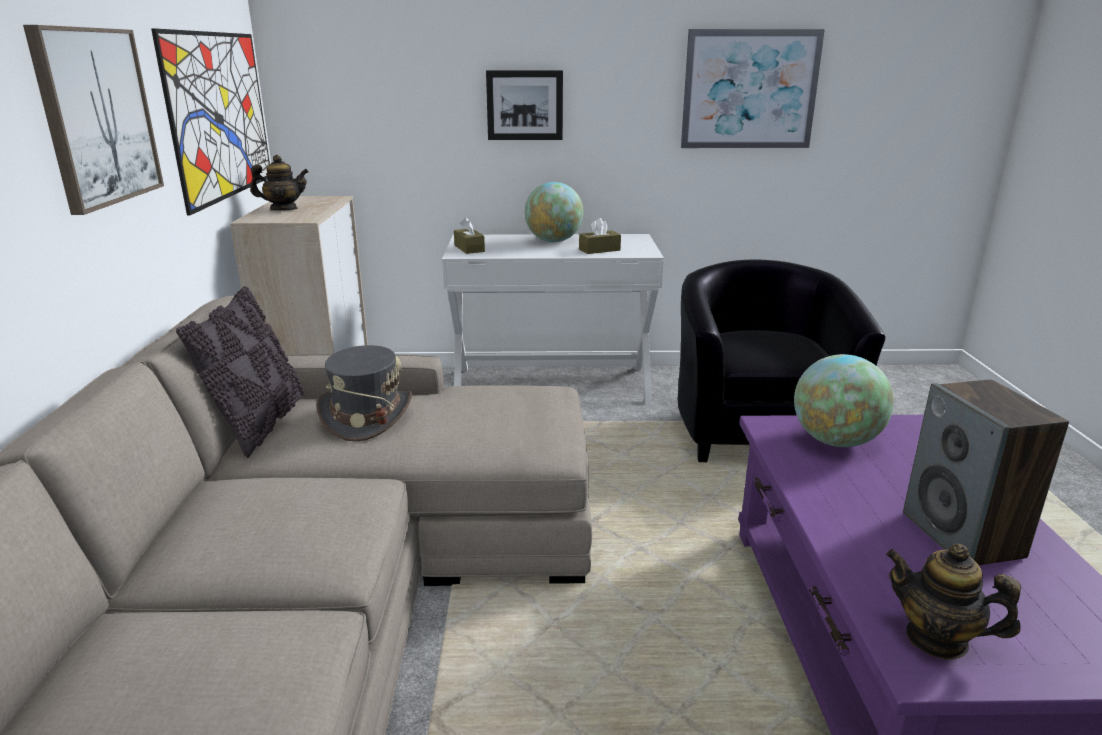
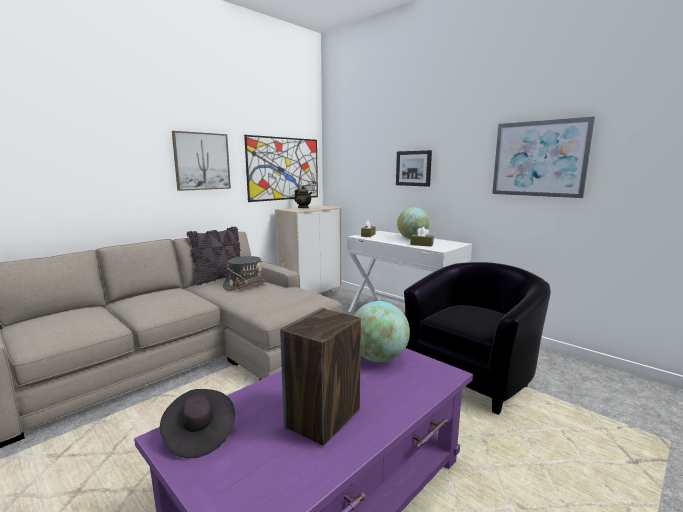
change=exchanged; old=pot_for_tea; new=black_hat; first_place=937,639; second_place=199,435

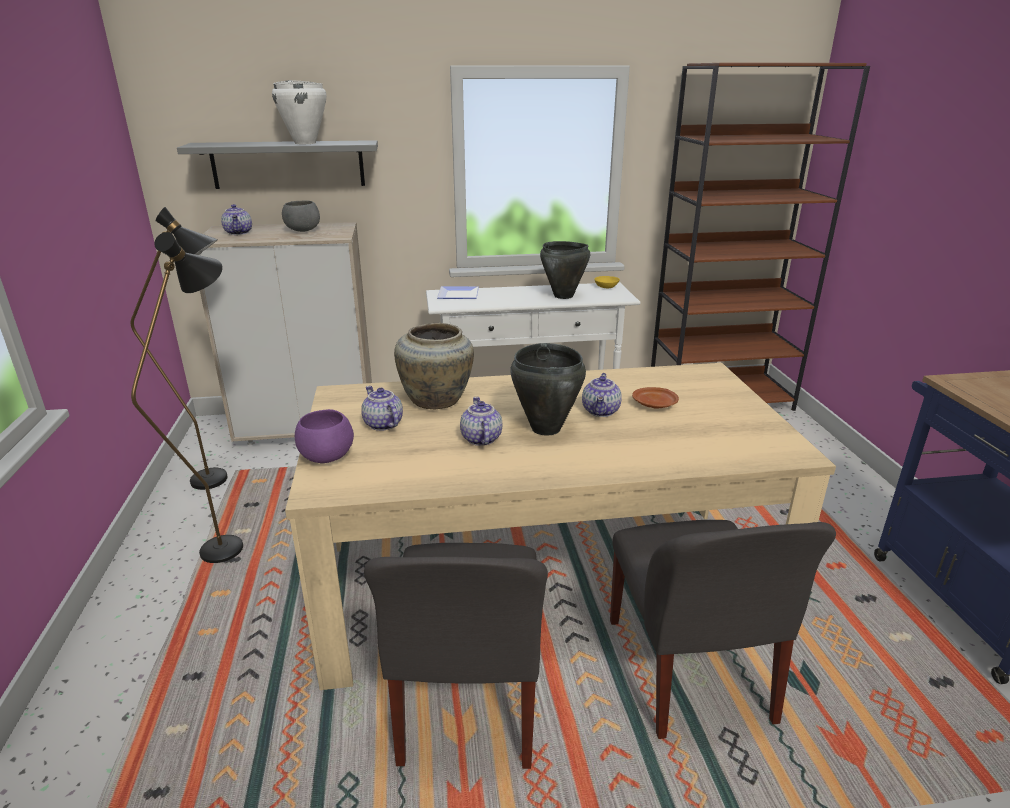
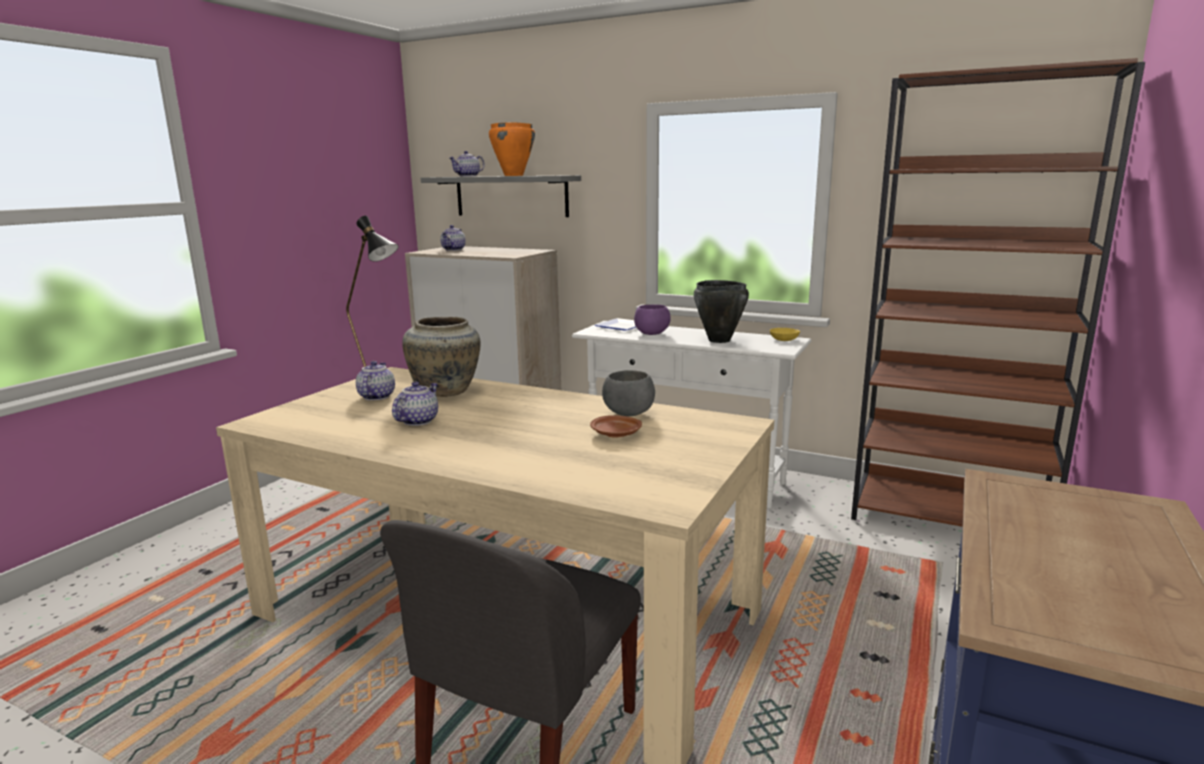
change=relocated; old=pot_for_tea; first_place=601,411; second_place=468,176
change=colour; old=white_cooking_pot; new=orangey_cooking_pot; first_place=305,143; second_place=514,175
change=relocated; old=gray_bowl; first_place=303,231; second_place=629,413
change=relocated; old=purple_bowl; first_place=327,457; second_place=652,334
change=missing; old=black_floor_lamp; first_place=232,541
change=missing; old=gray_plain_chair; first_place=467,701
change=missing; old=black_cooking_pot; first_place=545,428

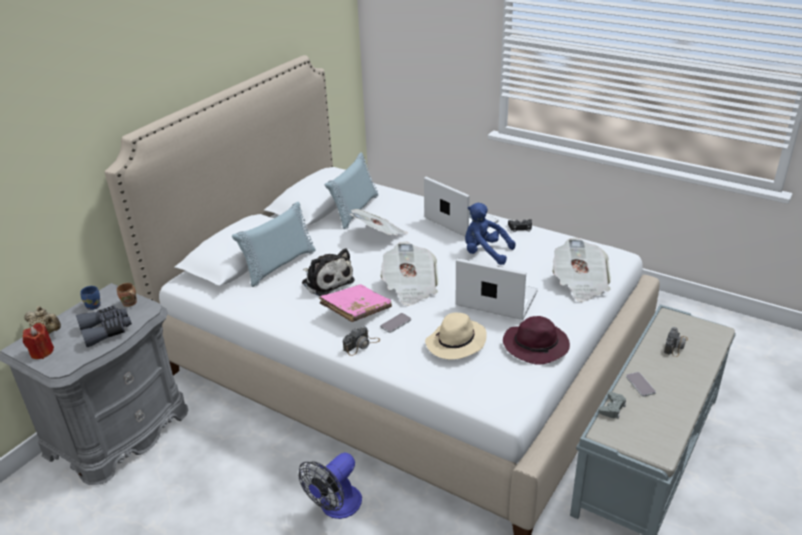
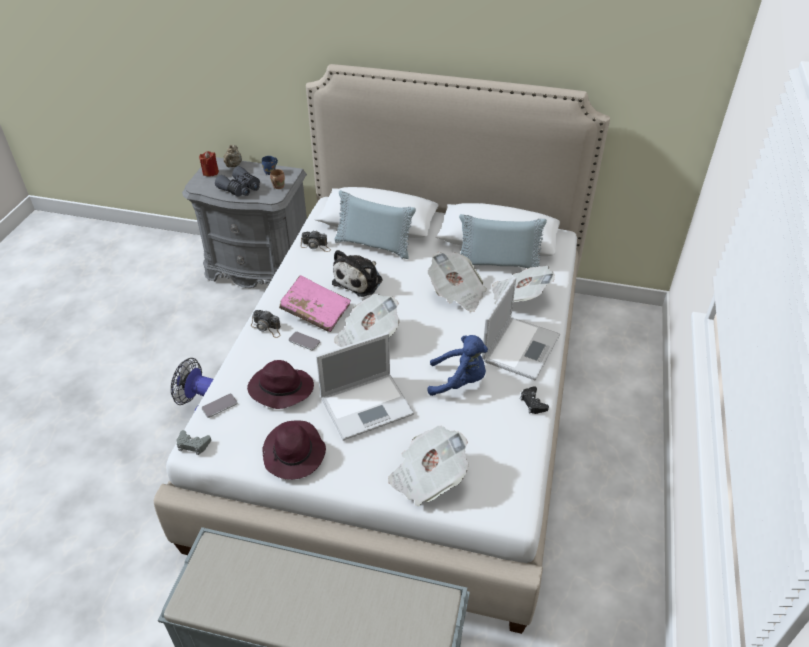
change=relocated; old=gray_game_controller; first_place=612,408; second_place=193,445
change=relocated; old=phone; first_place=640,384; second_place=219,406
change=colour; old=beige-coloured_hat; new=purple_hat; first_place=456,343; second_place=280,389
change=relocated; old=still_camera; first_place=676,345; second_place=316,246
change=spun; old=portable_computer; first_place=495,299; second_place=368,405; degrees=60
change=spun; old=blue_cuddly_toy; first_place=485,253; second_place=459,381; degrees=90
change=appeared; new=printed_paper; second_place=518,297

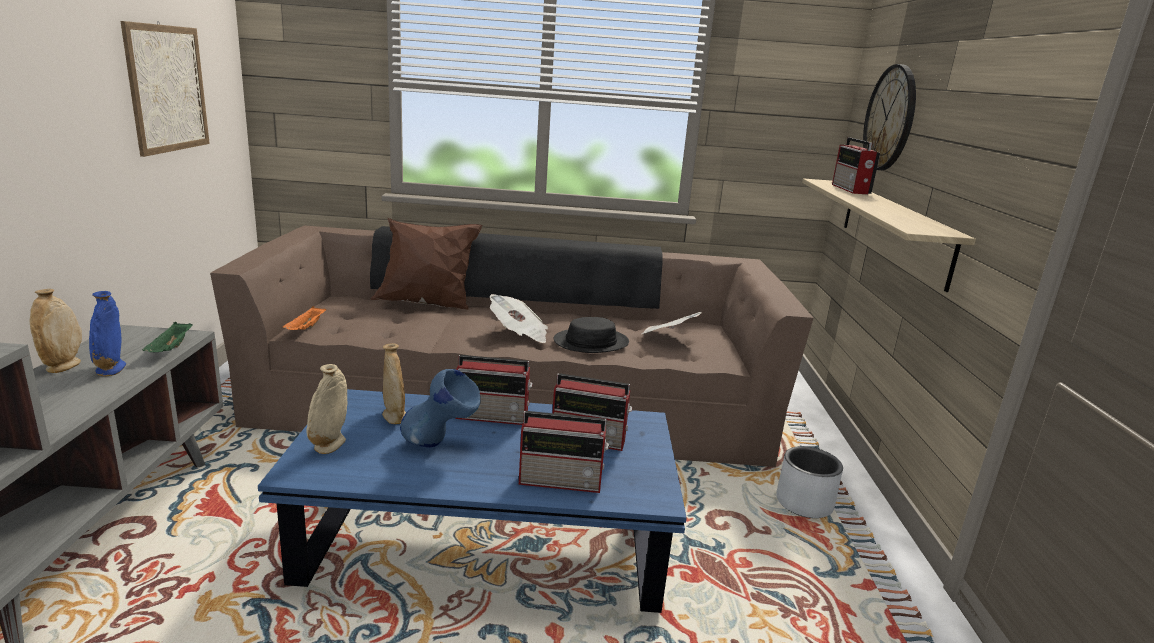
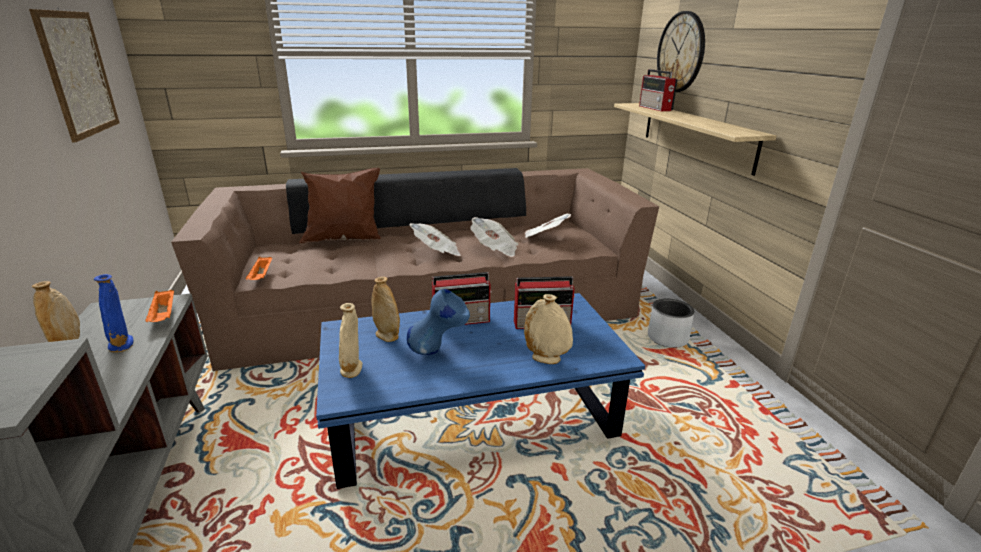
change=colour; old=green-coloured_serving_tray; new=orangey_serving_tray; first_place=171,349; second_place=164,316
change=exchanged; old=black_hat; new=printed_paper; first_place=591,342; second_place=495,249
change=exchanged; old=radio_receiver; new=beige-coloured_decorative_vase; first_place=562,481; second_place=546,358

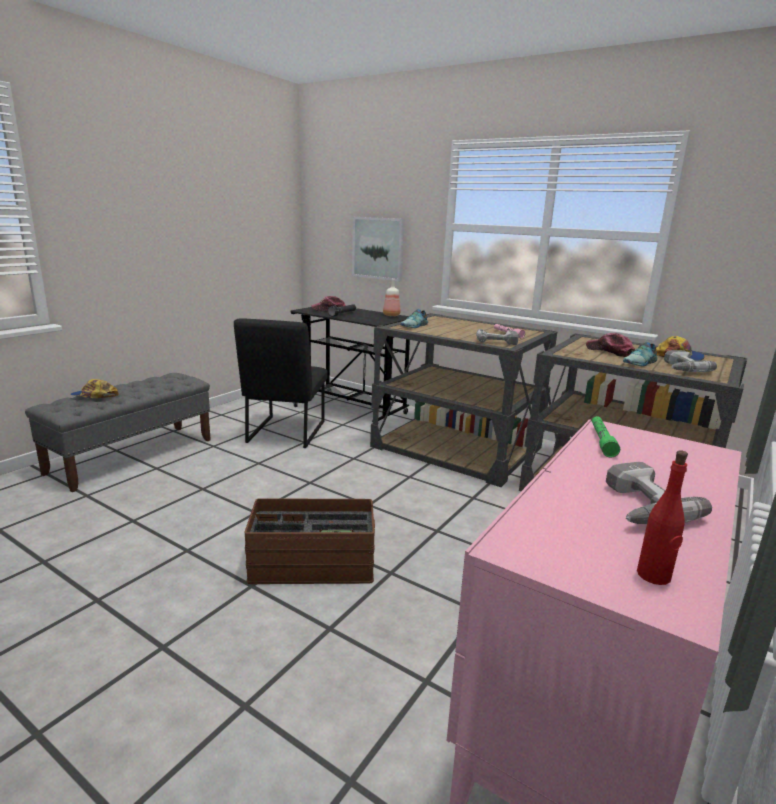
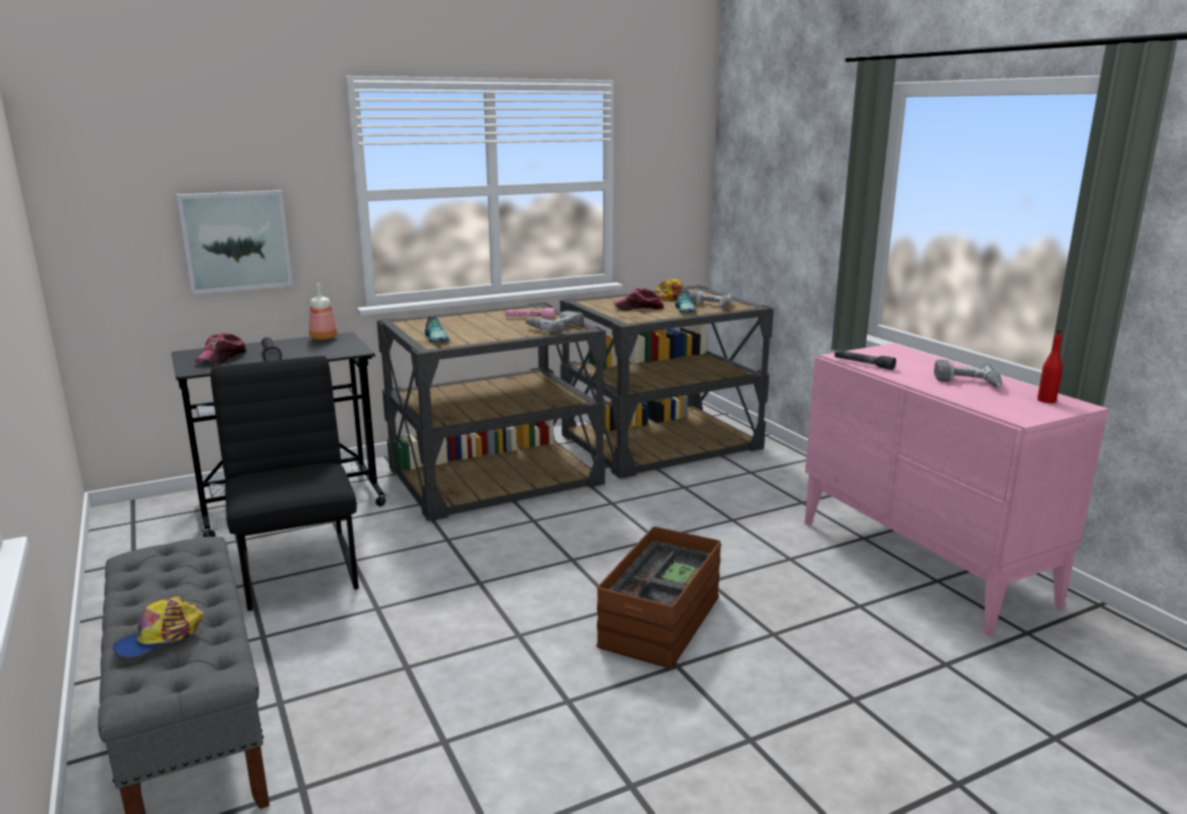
change=spun; old=black_plain_chair; first_place=285,432; second_place=299,567; degrees=-150
change=colour; old=green-coloured_torch; new=gray_torch; first_place=602,441; second_place=863,364

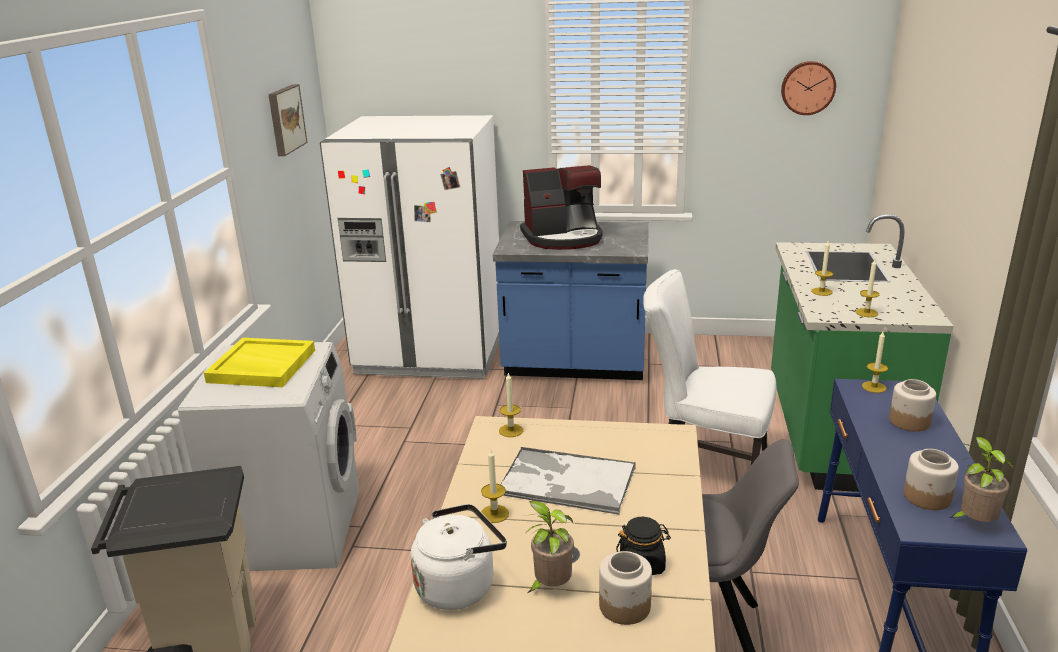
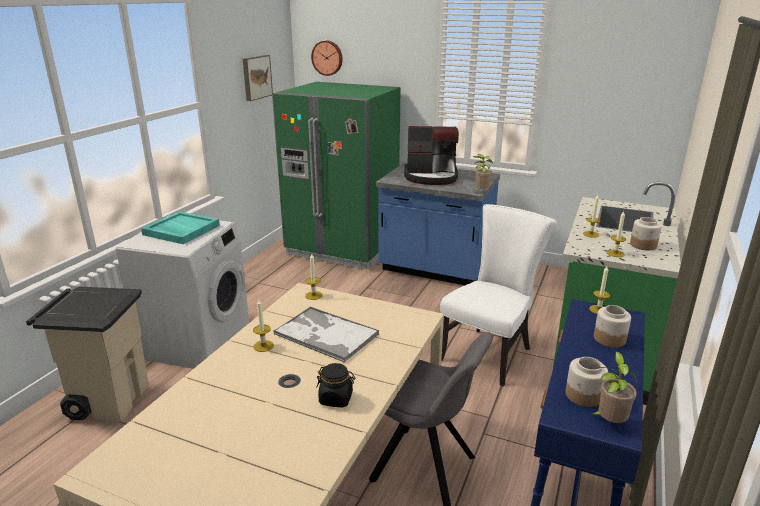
change=colour; old=yellow_serving_tray; new=turquoise_serving_tray; first_place=261,366; second_place=181,230
change=colour; old=white_kitchen_fridge; new=green-coloured_kitchen_fridge; first_place=431,353; second_place=342,248
change=relocated; old=wall_clock; first_place=807,87; second_place=327,58
change=spun; old=white_plain_chair; first_place=704,464; second_place=489,352; degrees=90
change=relocated; old=houseplant; first_place=550,587; second_place=480,192
change=relocated; old=storage_jar; first_place=624,607; second_place=643,245
change=missing; old=white_kettle; first_place=459,585

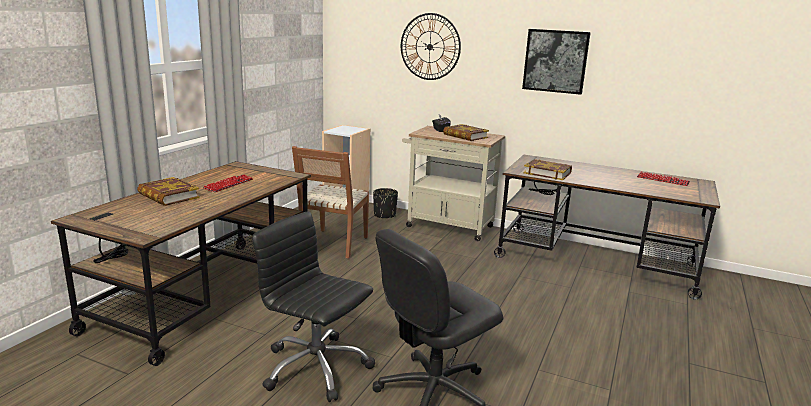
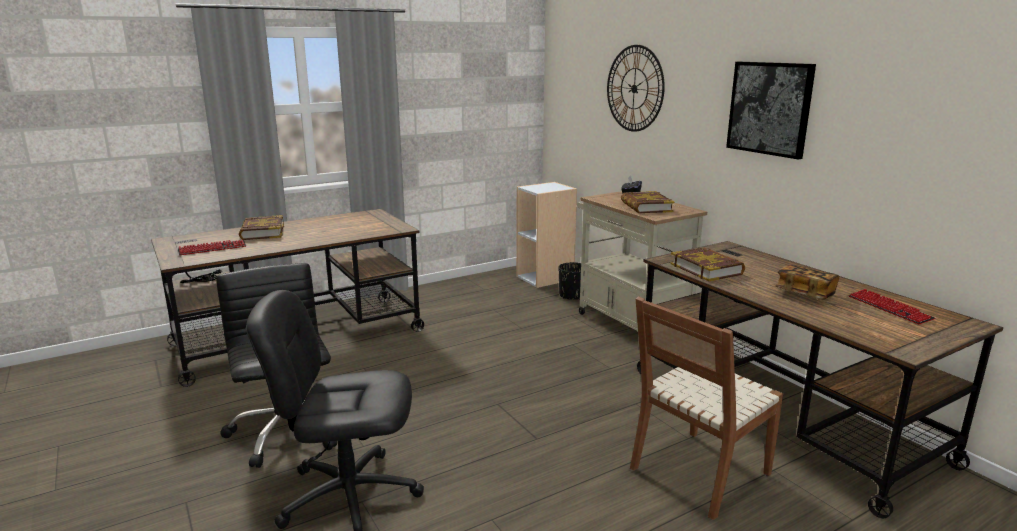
change=relocated; old=computer_keyboard; first_place=228,184; second_place=212,249
change=relocated; old=plain_chair; first_place=332,245; second_place=696,475
change=appeared; new=bound_book; second_place=805,294

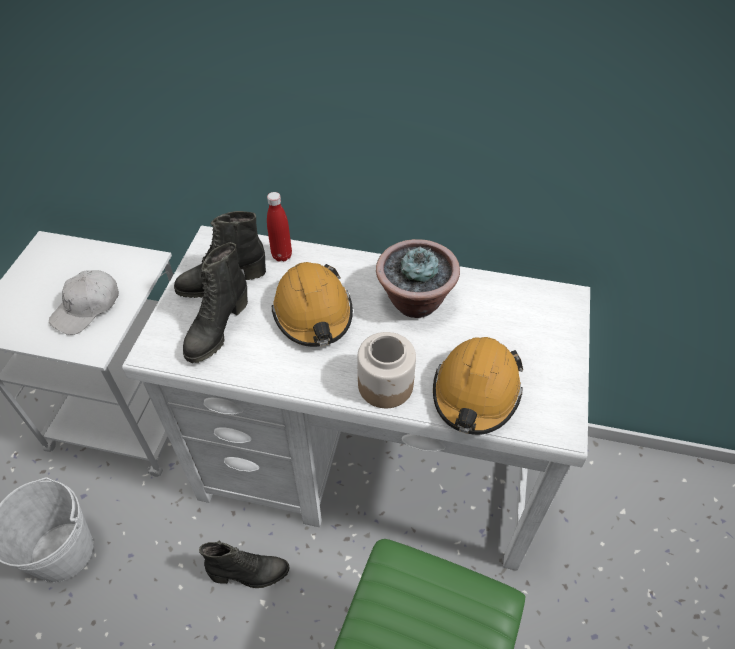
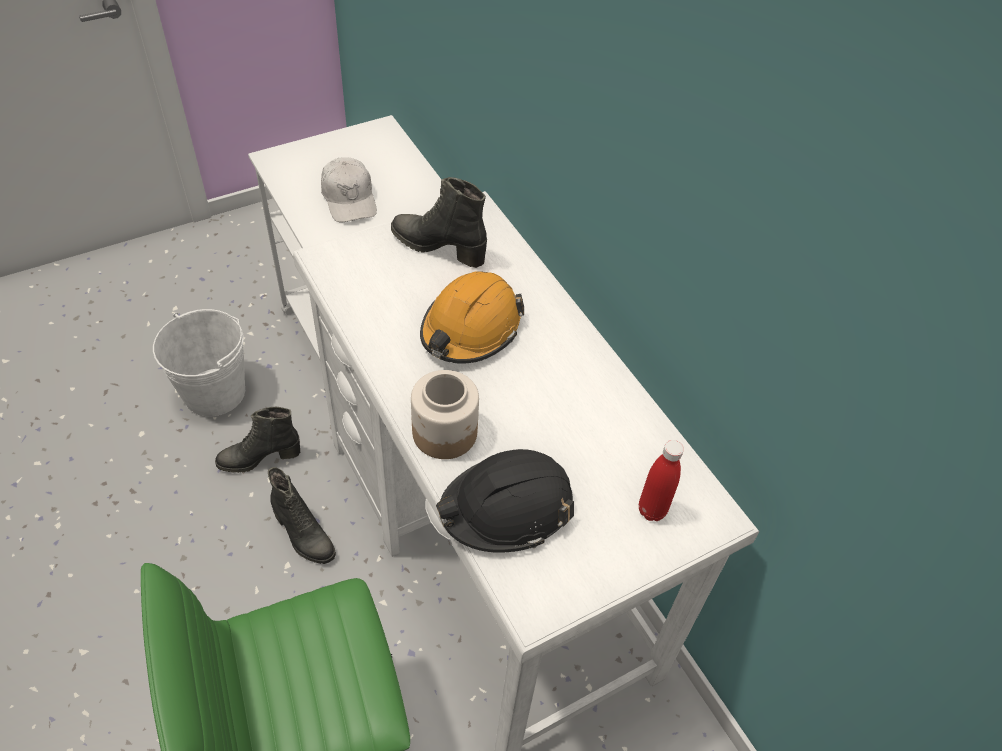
change=relocated; old=black_tall_boot; first_place=217,329; second_place=259,458
change=spun; old=white_peaked_cap; first_place=87,308; second_place=349,198; degrees=-105
change=colour; old=orangey_safety_helmet; new=black_safety_helmet; first_place=476,393; second_place=506,509
change=relocated; old=red-coloured_bottle; first_place=282,256; second_place=652,510
change=missing; old=houseplant; first_place=414,301

